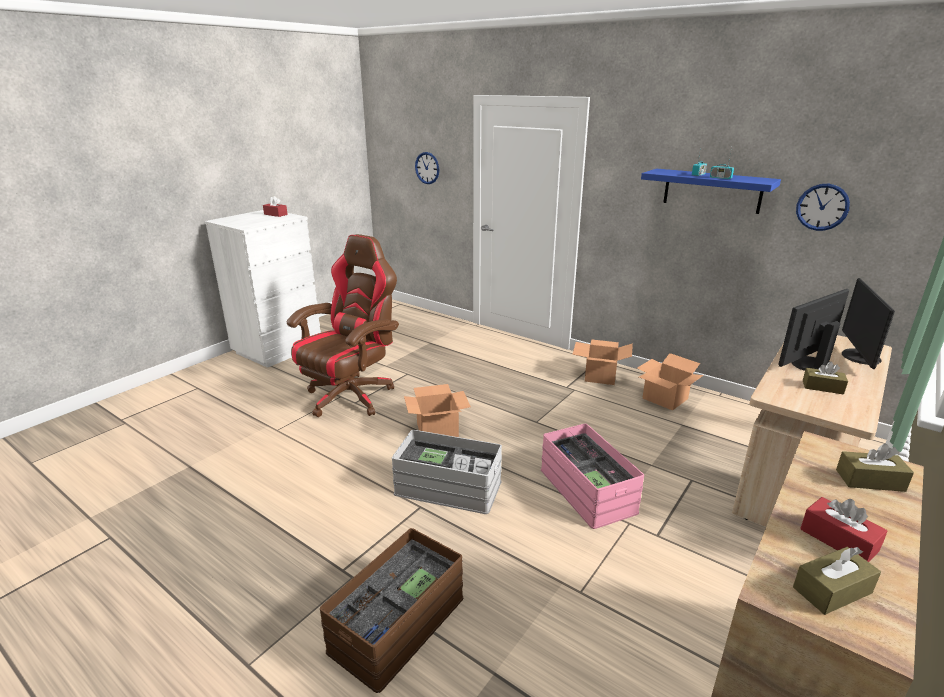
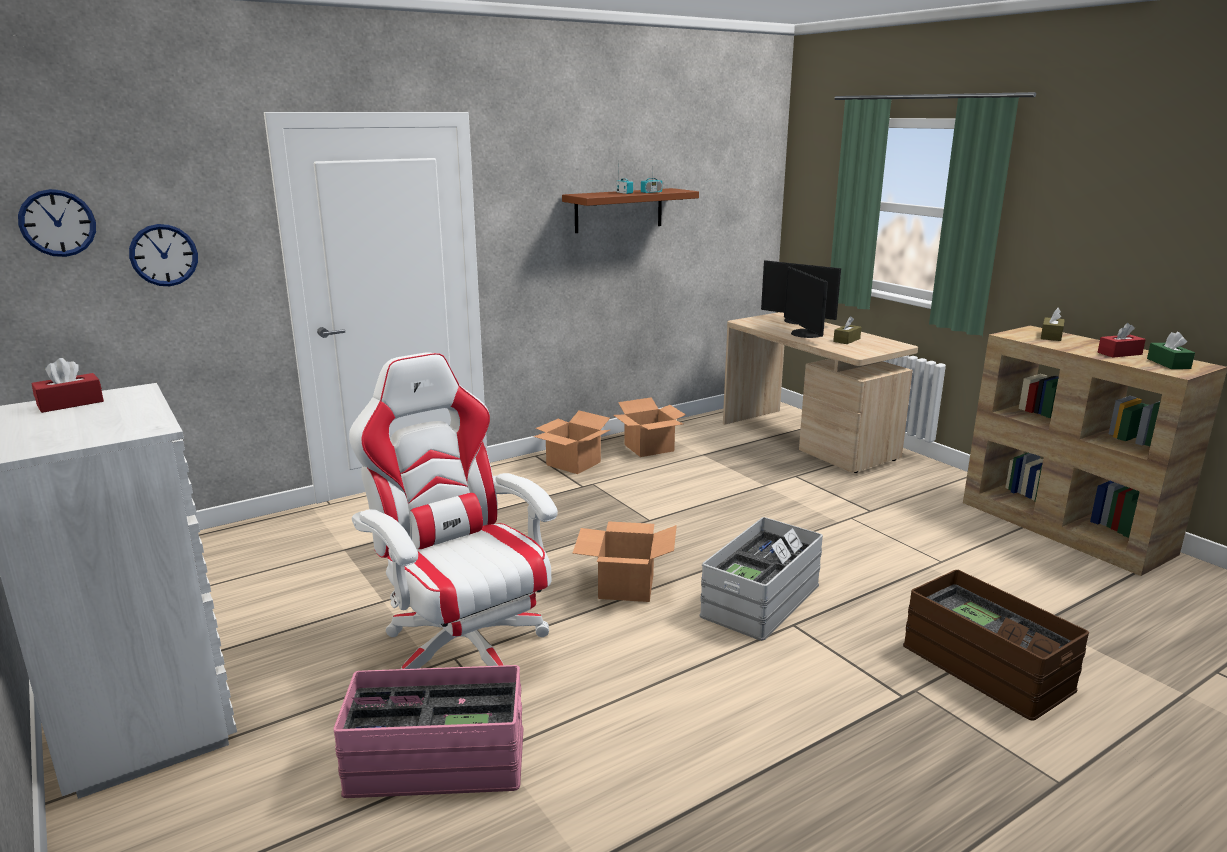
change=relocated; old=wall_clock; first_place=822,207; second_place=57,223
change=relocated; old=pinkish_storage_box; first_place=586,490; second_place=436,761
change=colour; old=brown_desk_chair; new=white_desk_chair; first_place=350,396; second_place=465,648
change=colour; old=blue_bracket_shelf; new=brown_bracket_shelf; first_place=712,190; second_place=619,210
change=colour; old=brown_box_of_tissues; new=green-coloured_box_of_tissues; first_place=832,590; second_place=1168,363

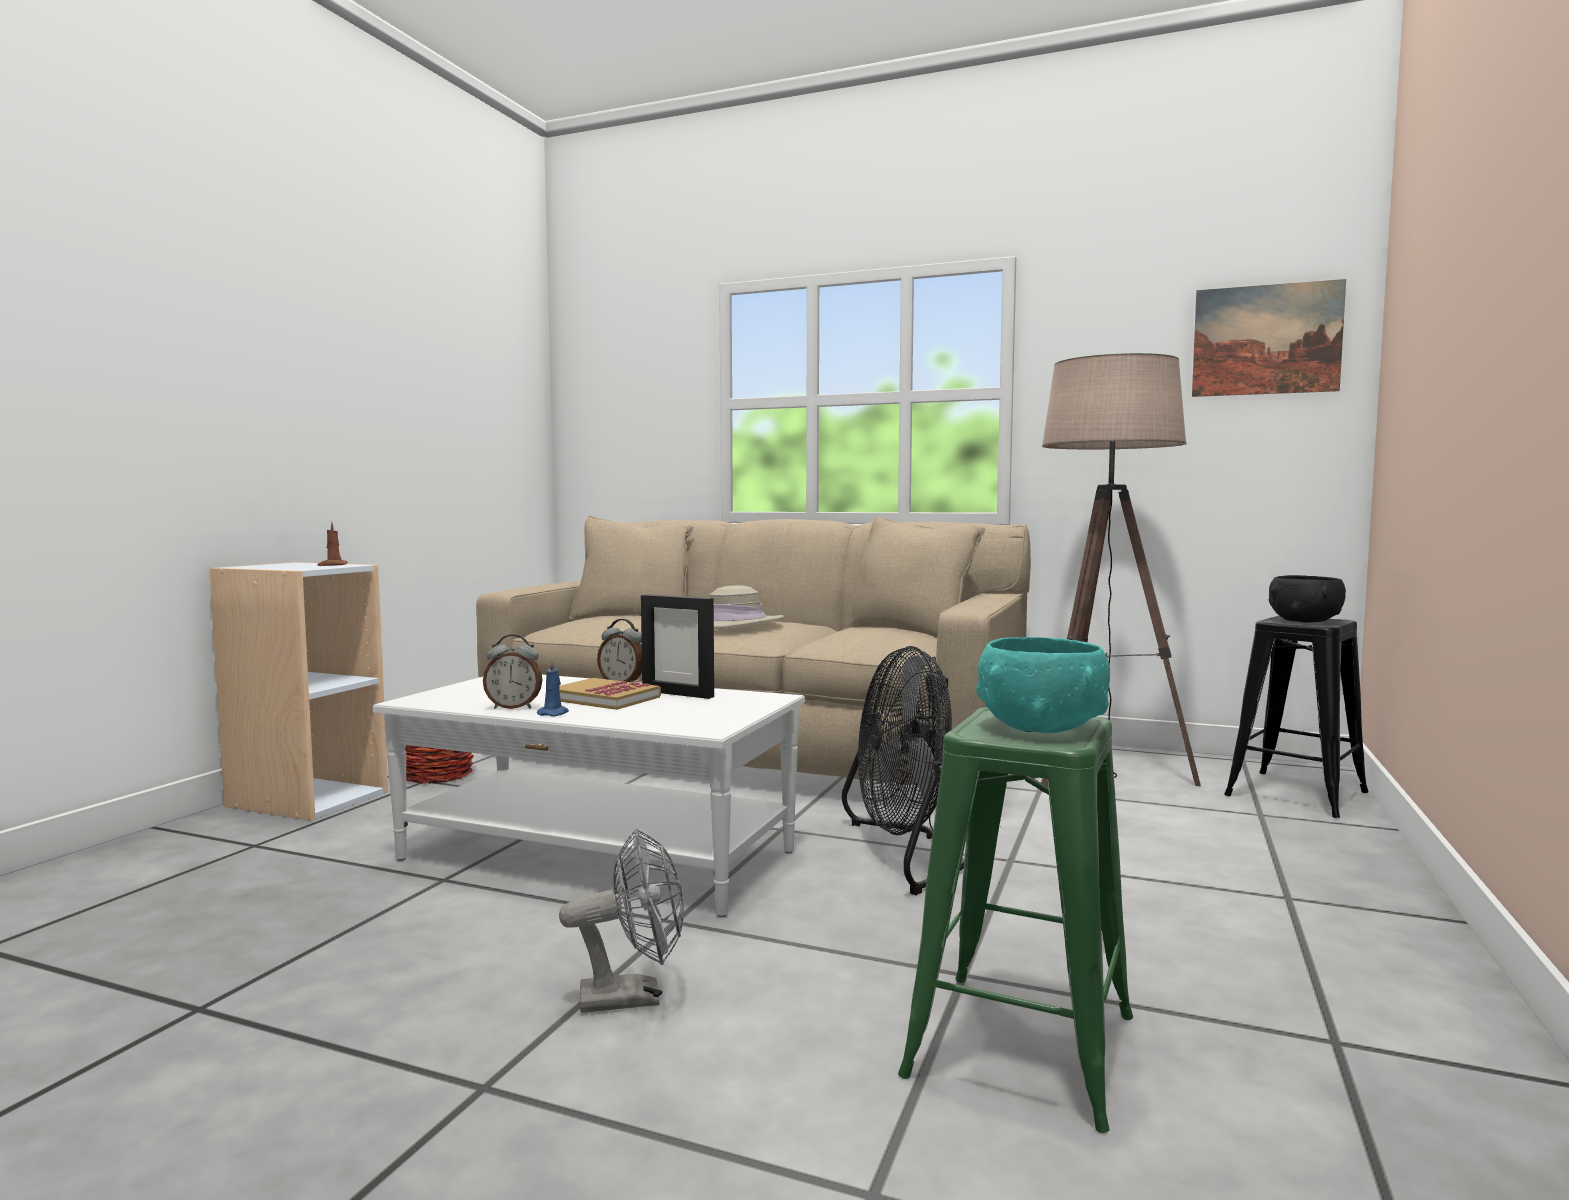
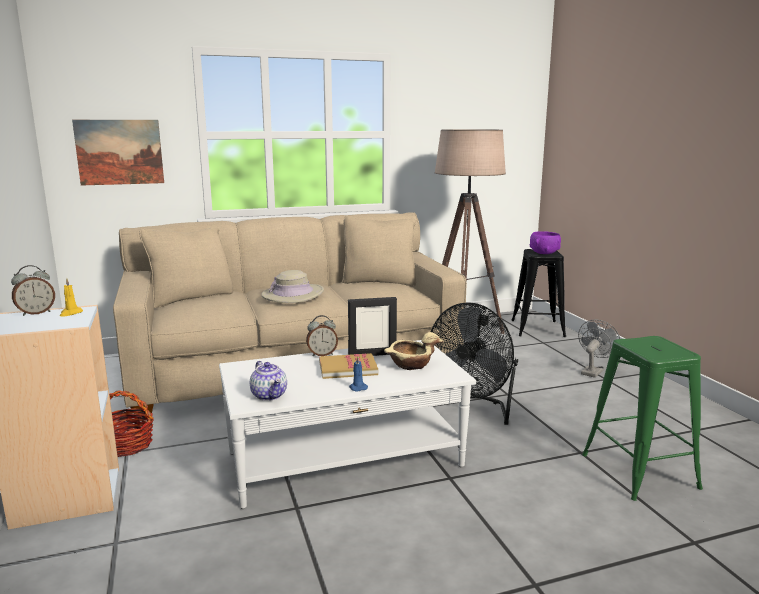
change=relocated; old=table_clock; first_place=514,707; second_place=36,313
change=colour; old=brown_wax_light; new=yellow_wax_light; first_place=332,565; second_place=70,313
change=relocated; old=picture; first_place=1266,340; second_place=119,152
change=appeared; new=pot_for_tea; second_place=269,395
change=appeared; new=beige-coloured_bowl; second_place=410,364
change=colour; old=black_bowl; new=purple_bowl; first_place=1305,621; second_place=544,253
change=relocated; old=gray_cooling_fan; first_place=634,997; second_place=593,371
change=missing; old=turquoise_bowl; first_place=1041,726

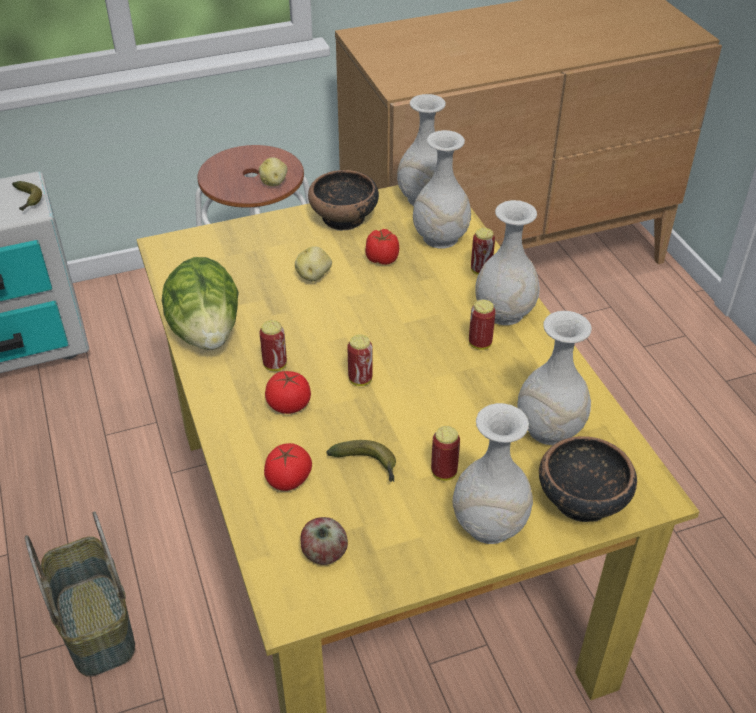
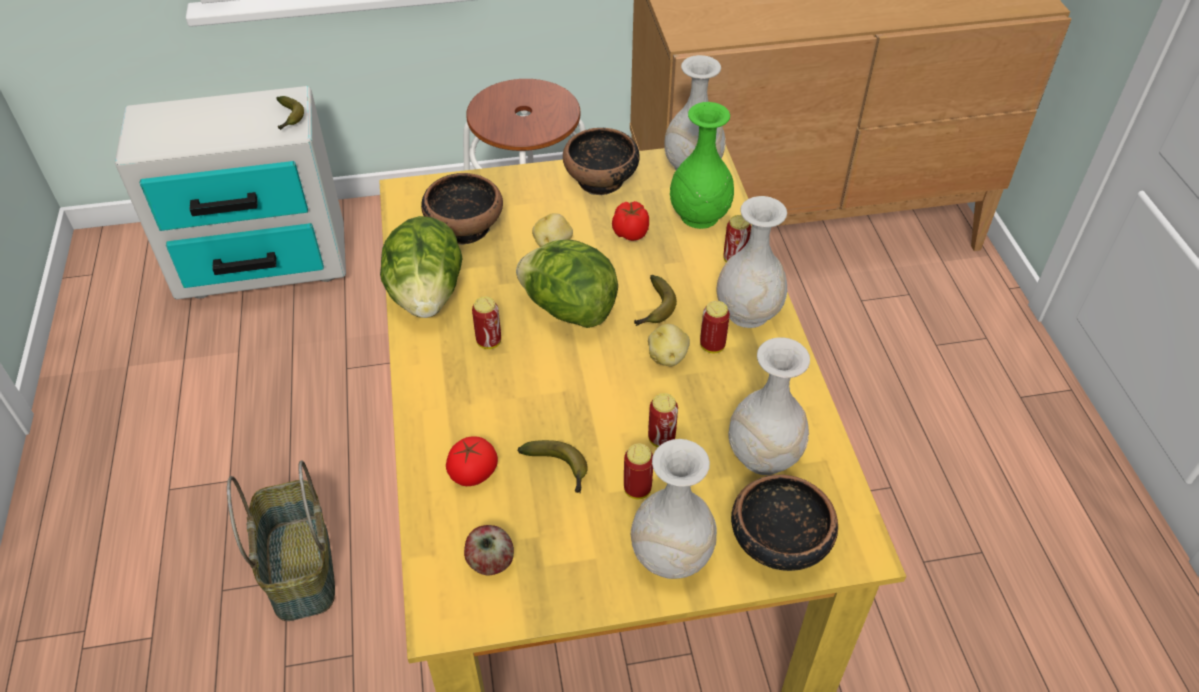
change=appeared; new=bowl; second_place=465,227
change=appeared; new=lettuce_head; second_place=568,309
change=appeared; new=banana; second_place=654,309
change=relocated; old=whole_potato; first_place=274,182; second_place=668,357
change=relocated; old=sealed_can; first_place=360,379; second_place=661,439
change=colour; old=white_decorative_vase; new=green-coloured_decorative_vase; first_place=440,238; second_place=698,216
change=missing; old=whole_tomato; first_place=289,405

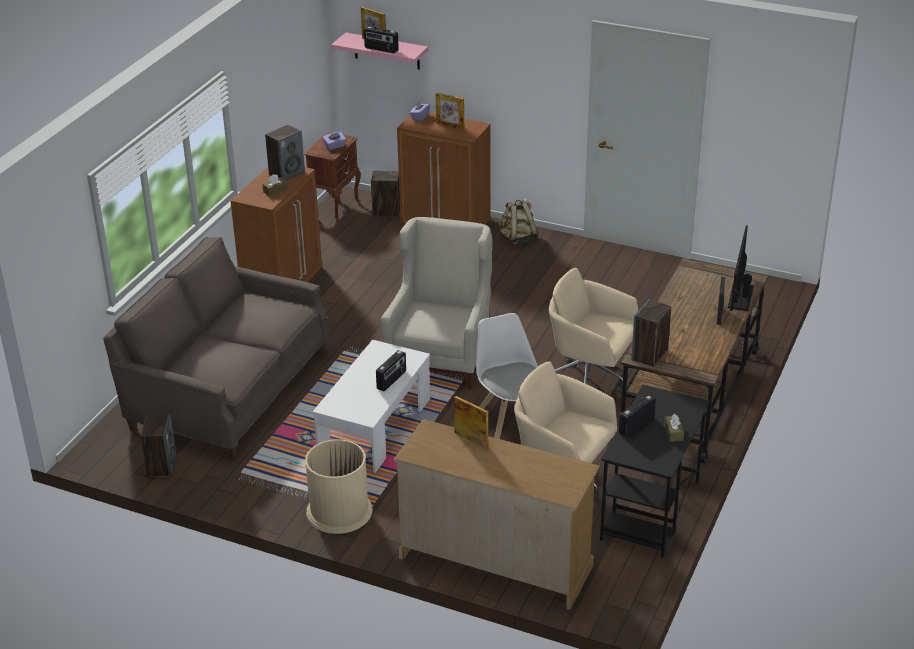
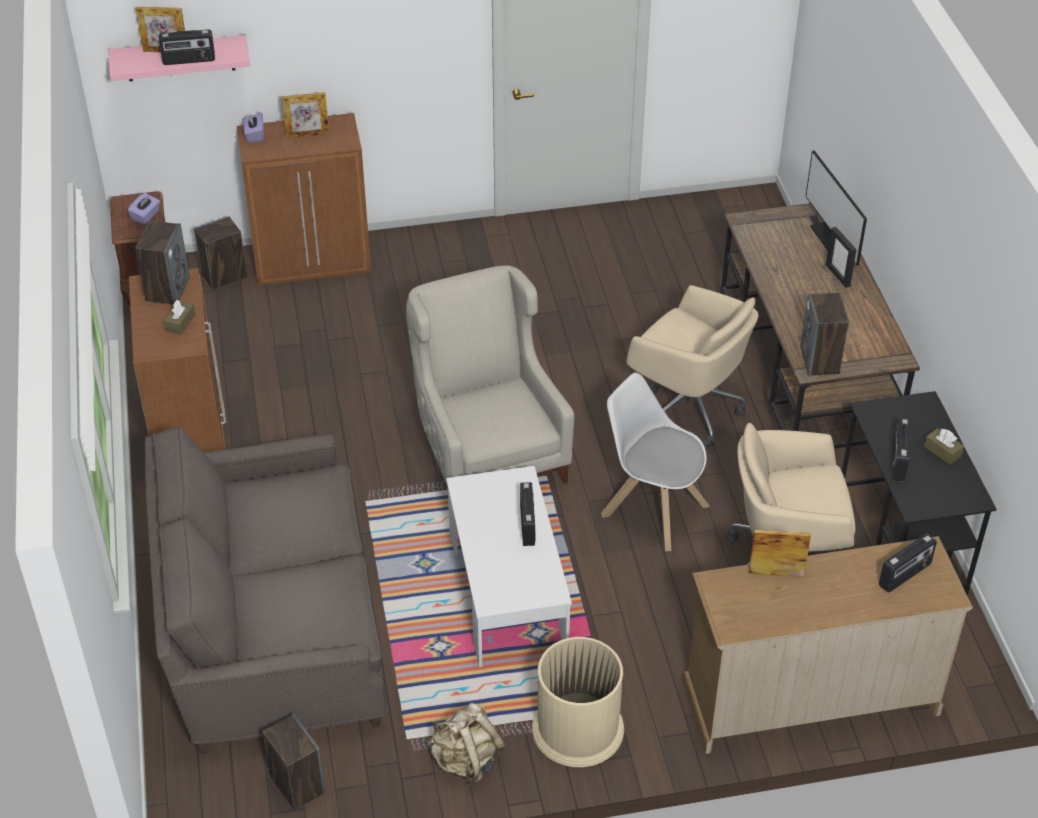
change=relocated; old=beige-coloured_knapsack; first_place=517,239; second_place=466,761
change=spun; old=beige-coloured_desk_chair; first_place=590,382; second_place=686,410; degrees=-135
change=appeared; new=radio_receiver; second_place=905,575

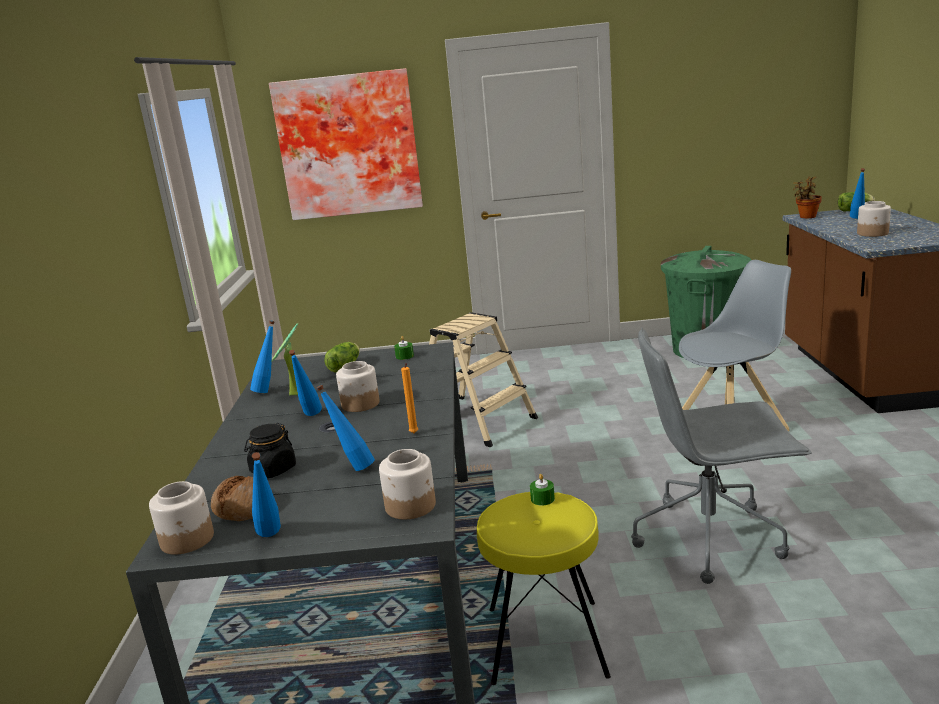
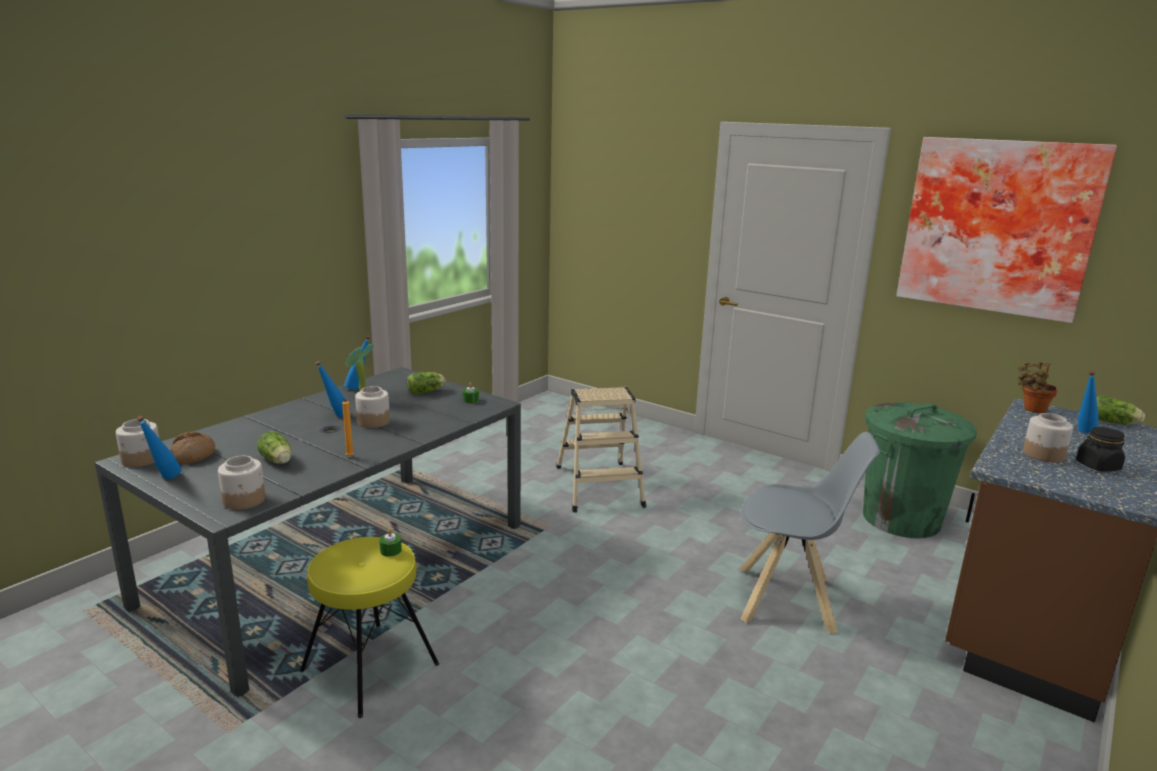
change=exchanged; old=blue_bottle; new=lettuce_head; first_place=352,468; second_place=277,461
change=relocated; old=picture; first_place=348,145; second_place=998,226
change=relocated; old=black_storage_jar; first_place=273,470; second_place=1097,466
change=missing; old=gray_desk_chair; first_place=715,538

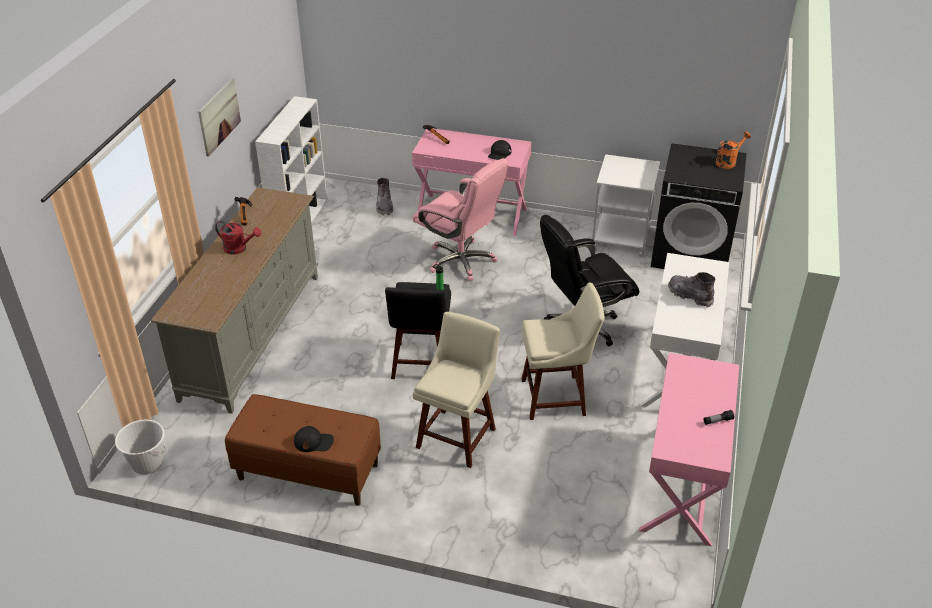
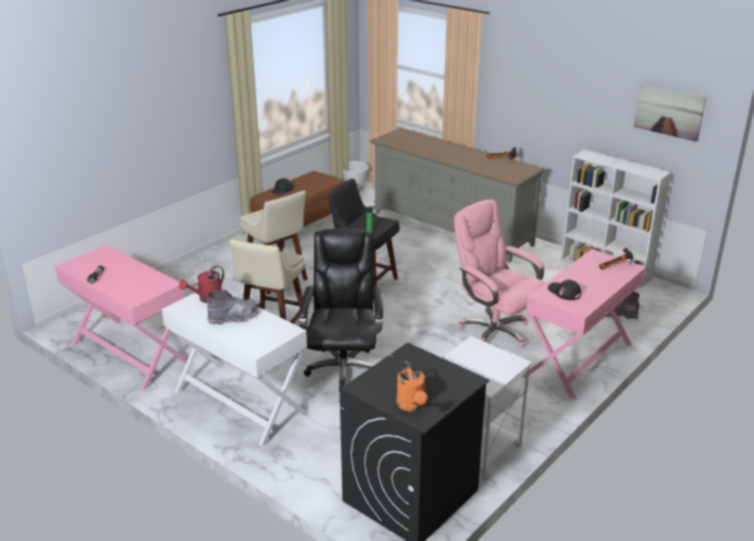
change=relocated; old=red-coloured_sprinkling_can; first_place=239,249; second_place=207,299
change=spun; old=pinkish_desk_chair; first_place=459,260; second_place=496,332; degrees=75
change=relocated; old=picture; first_place=219,116; second_place=669,112

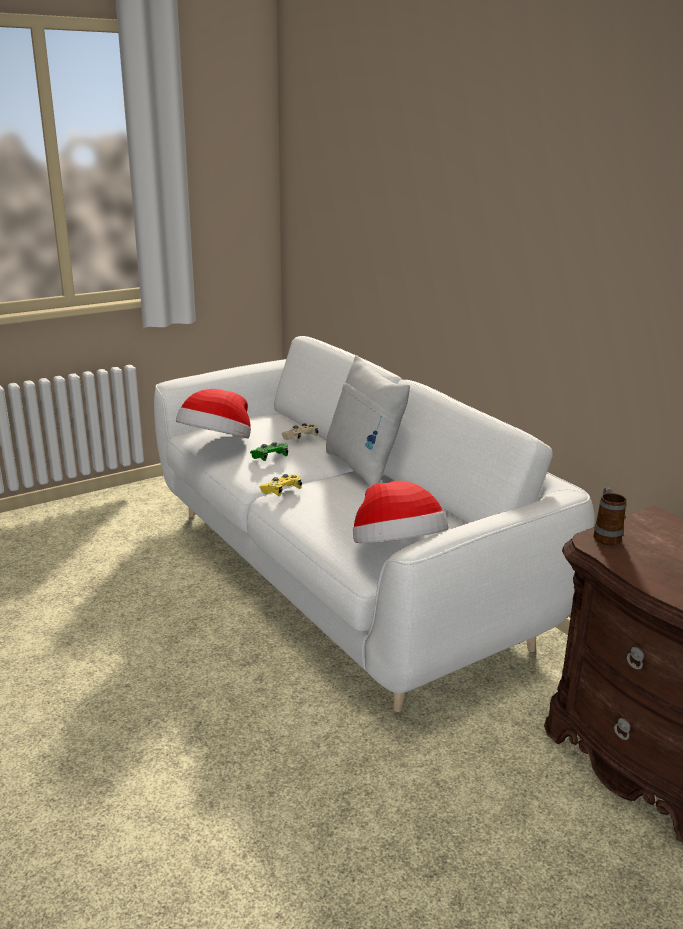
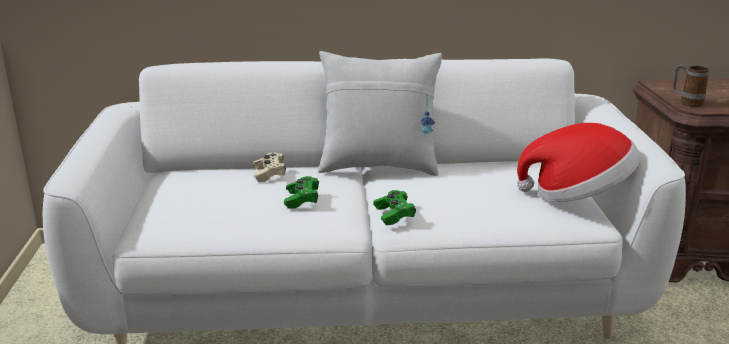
change=colour; old=yellow_game_controller; new=green-coloured_game_controller; first_place=281,491; second_place=394,215
change=missing; old=hat; first_place=217,444

